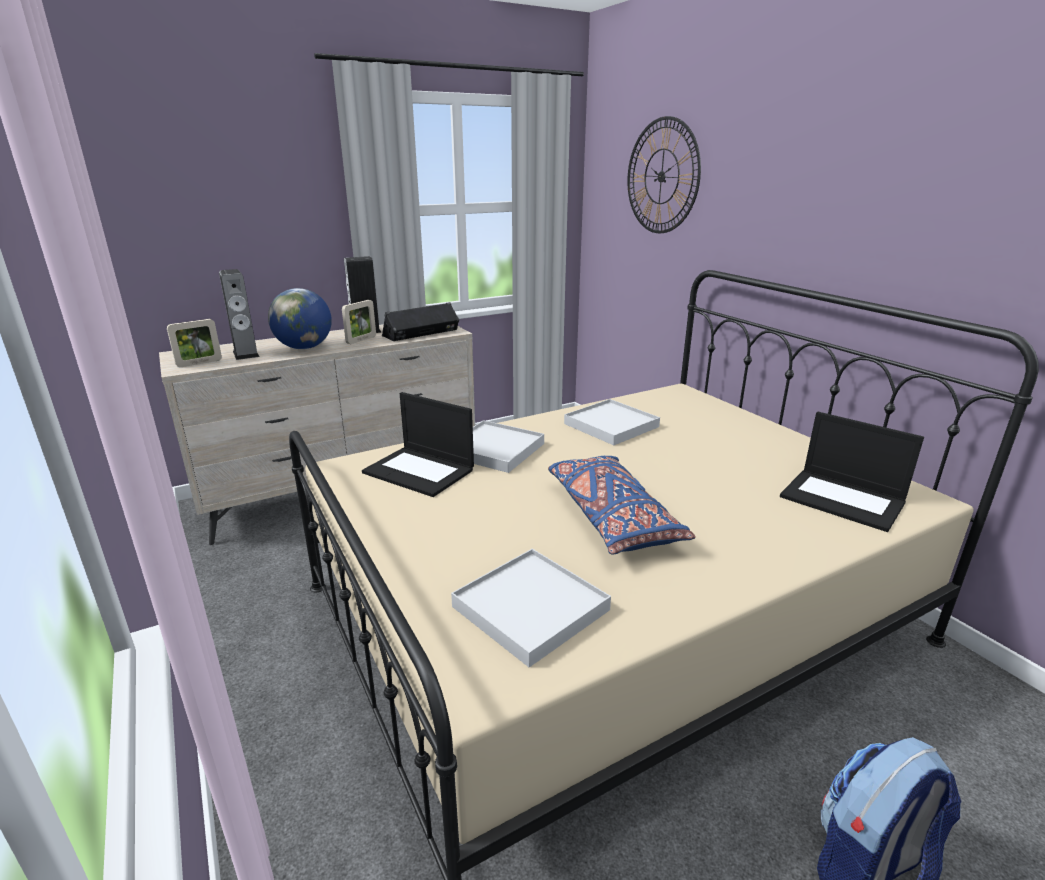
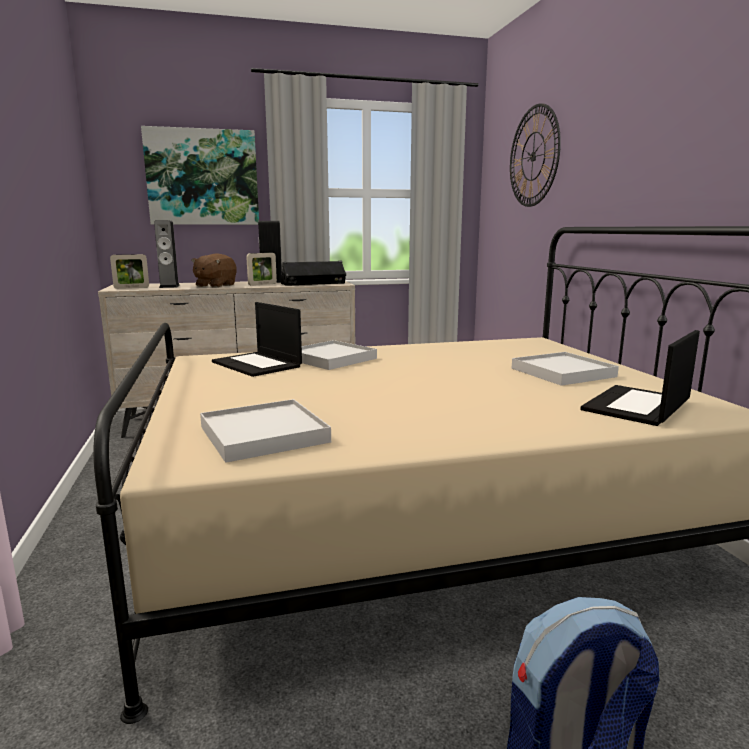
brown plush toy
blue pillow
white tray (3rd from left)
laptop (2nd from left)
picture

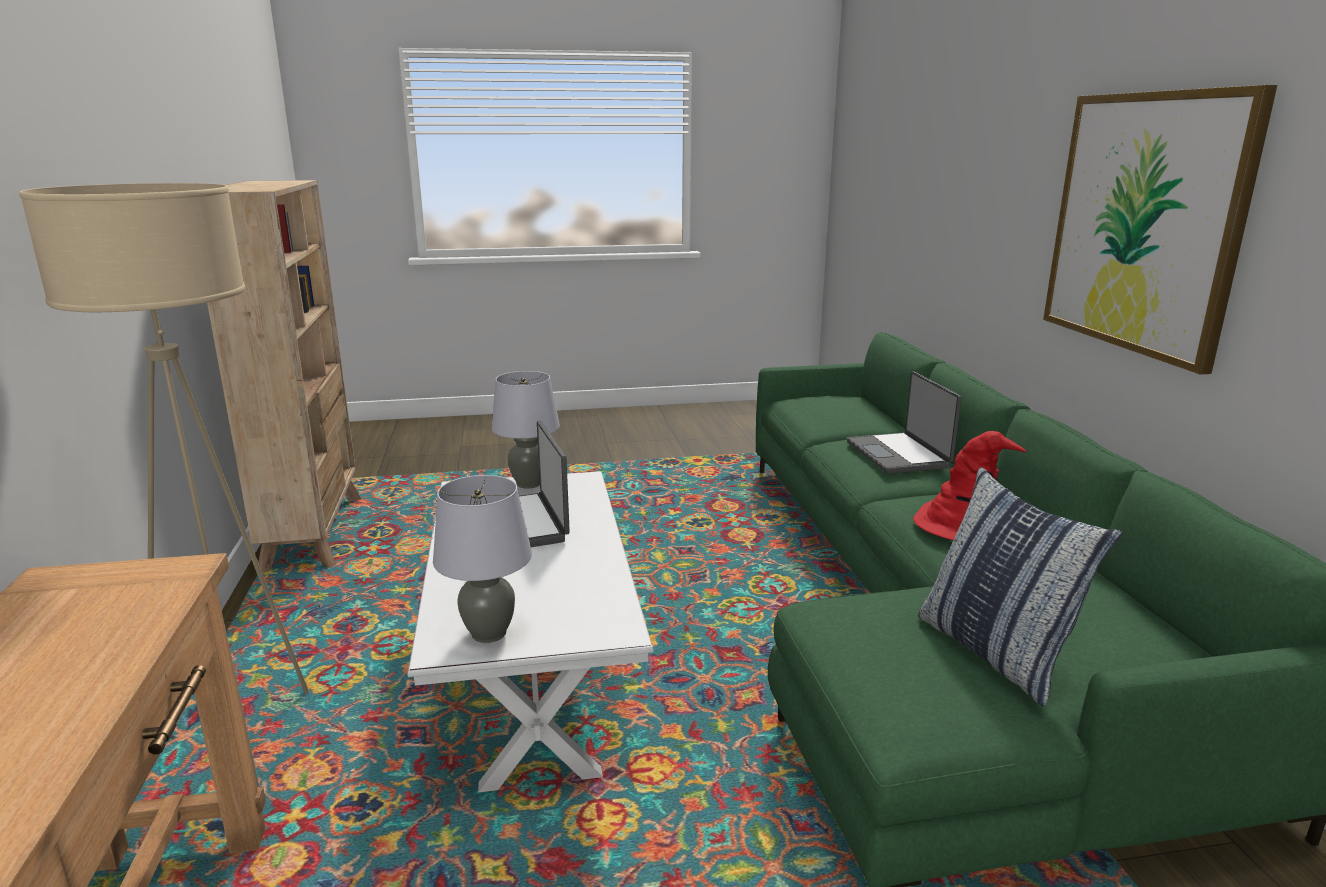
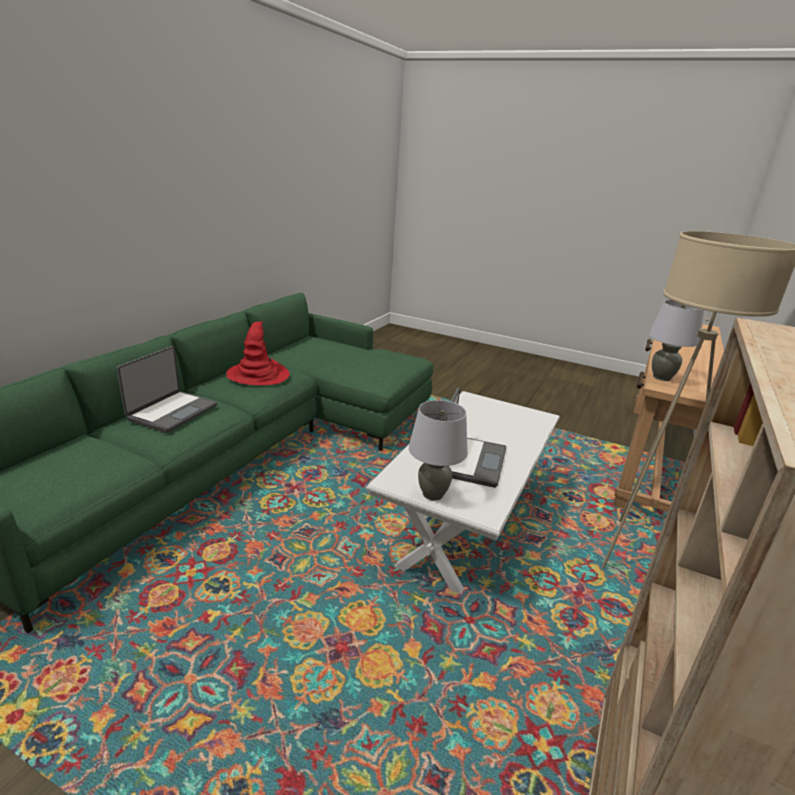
grey table lamp (2nd from left)
pillow
picture

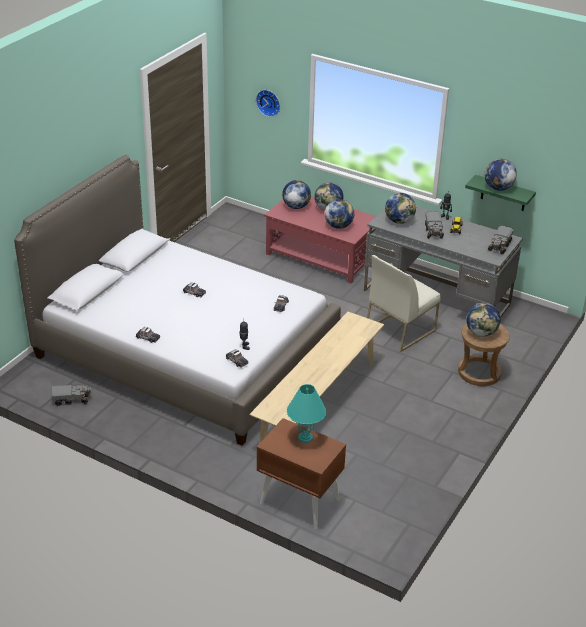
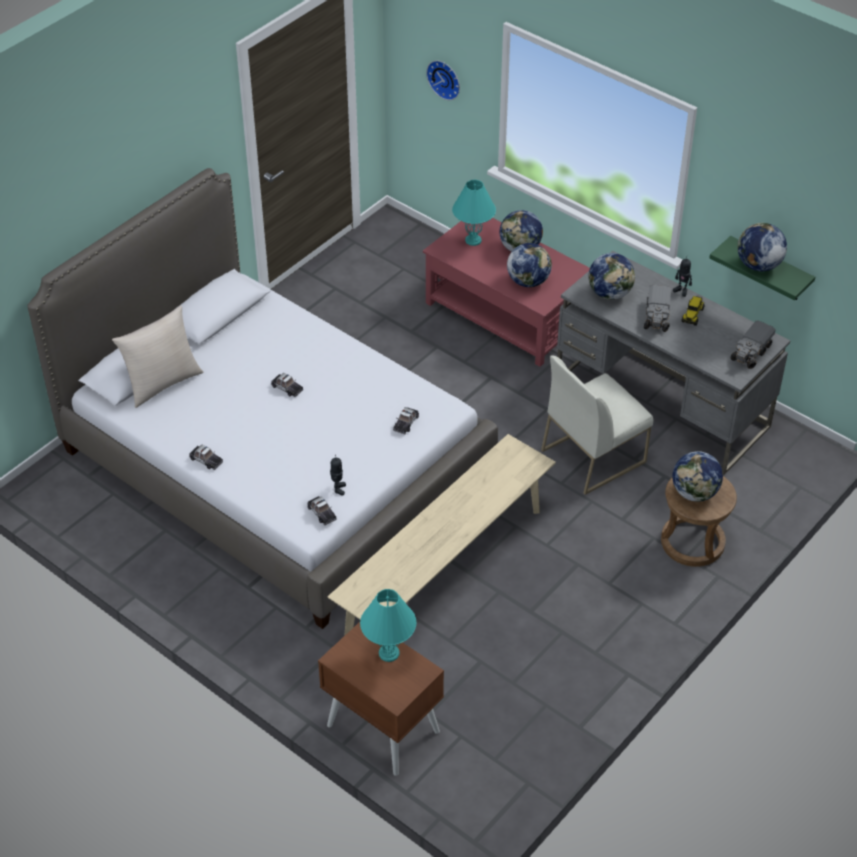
toy truck (1st from left in the first image)
turquoise table lamp (2nd from left)
beige pillow

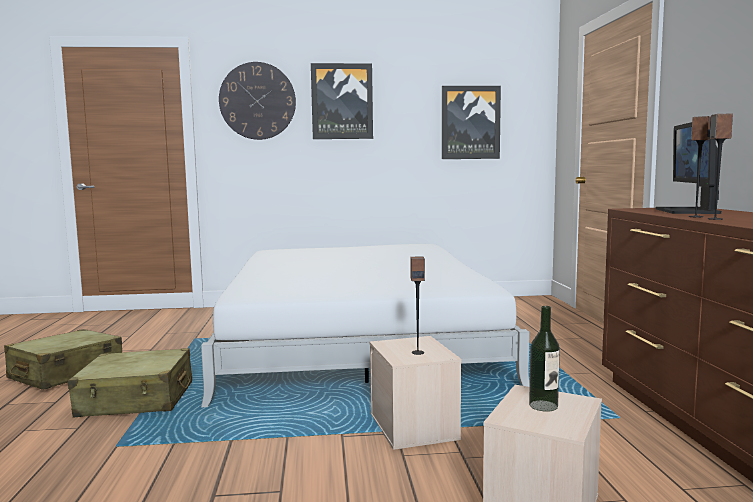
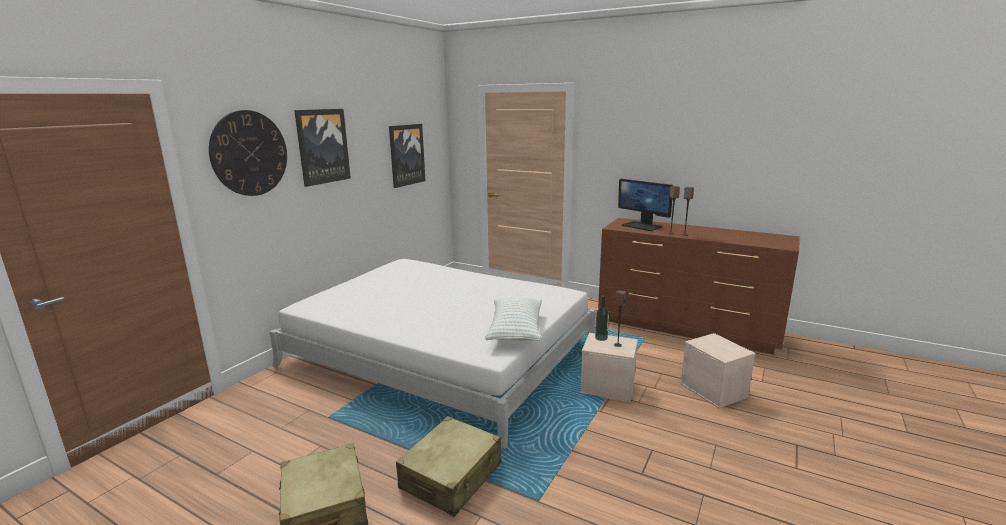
bottle
pillow

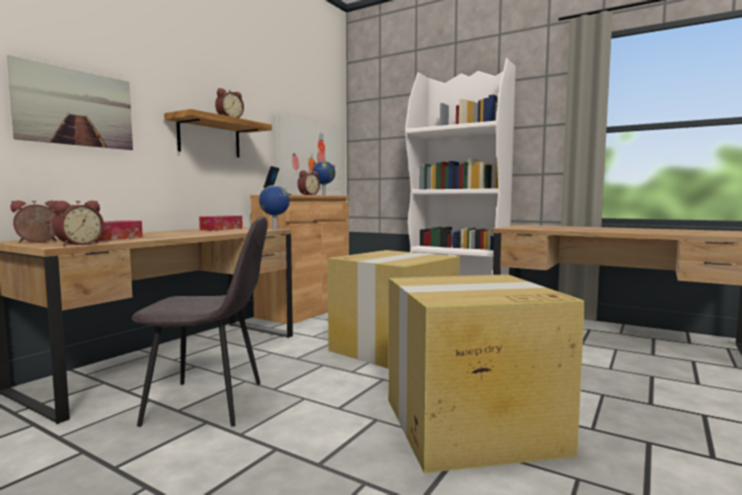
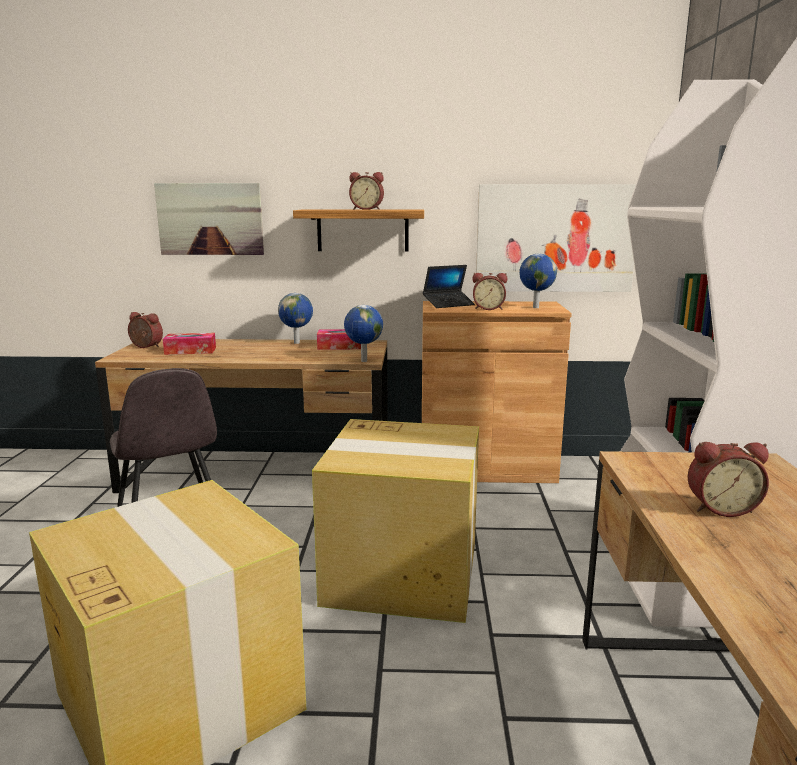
alarm clock (4th from left)
globe (1st from left)

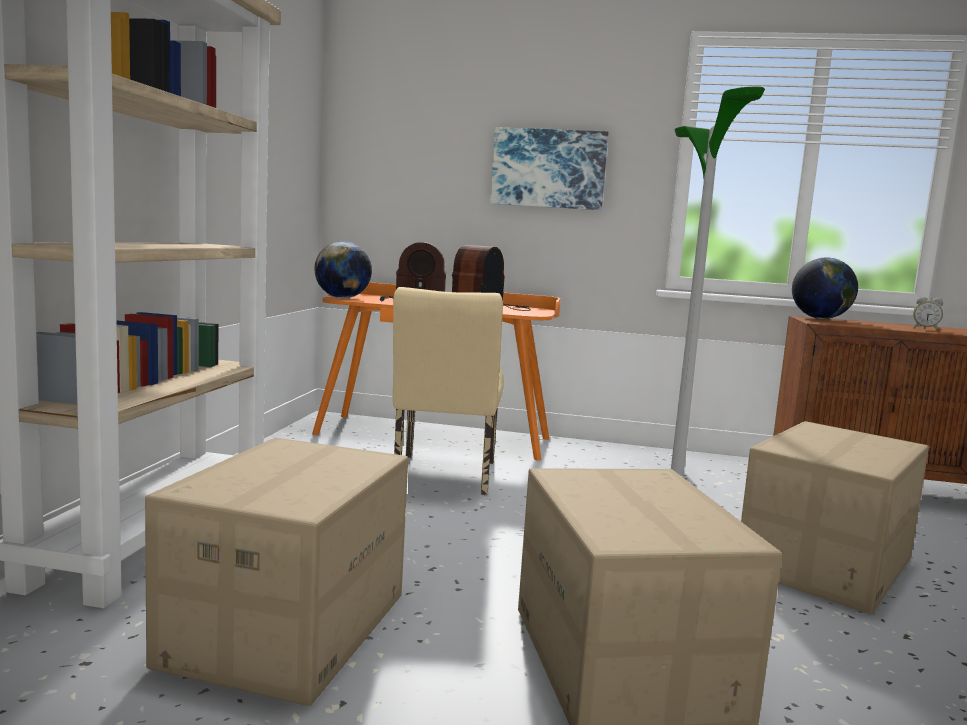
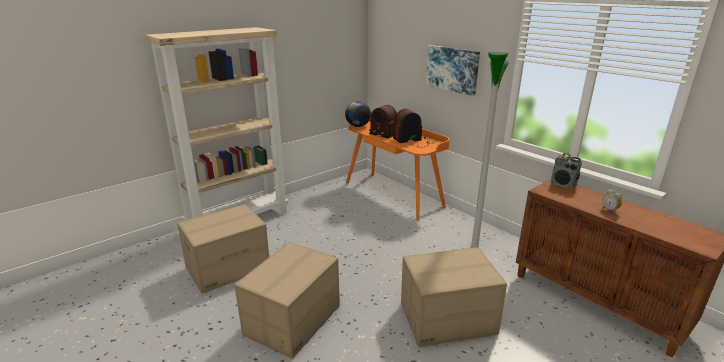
beige chair
radio (3rd from left)

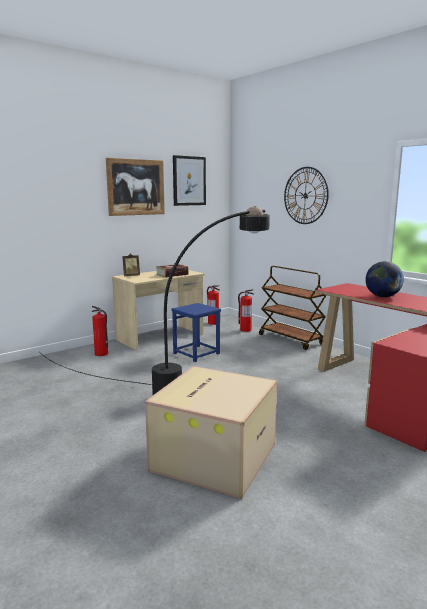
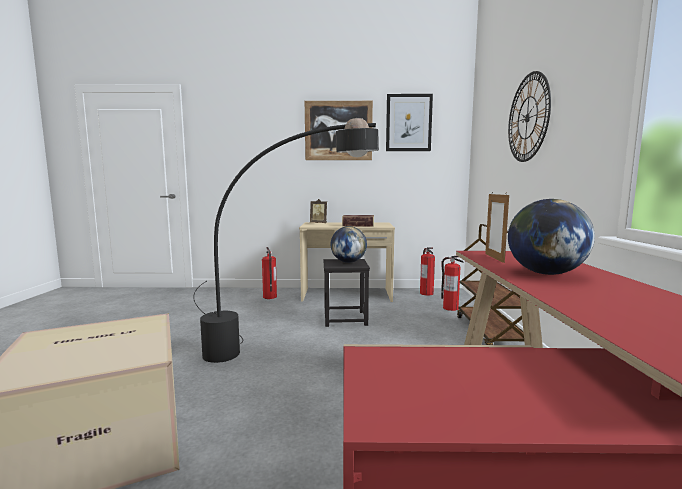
black stool
globe (1st from left)
picture frame (2nd from left)

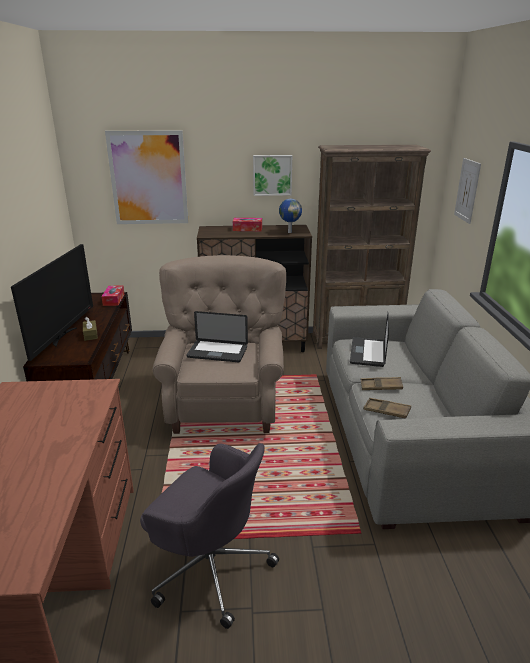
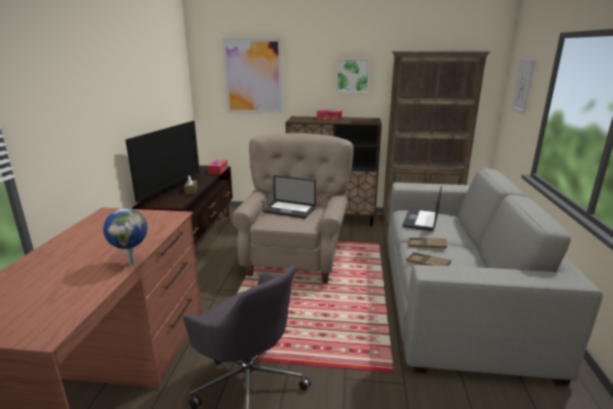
globe

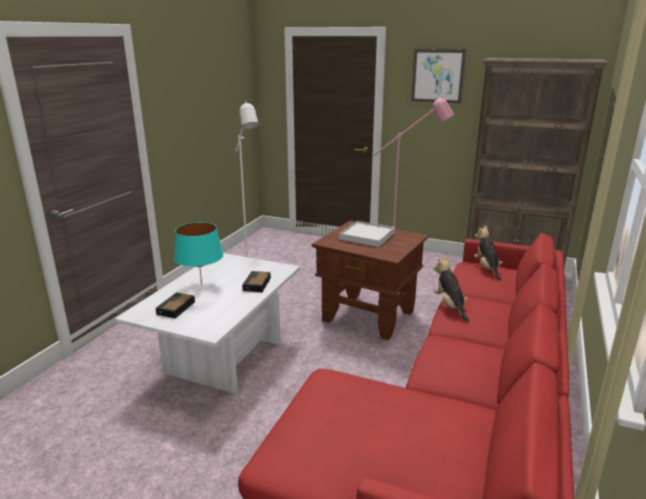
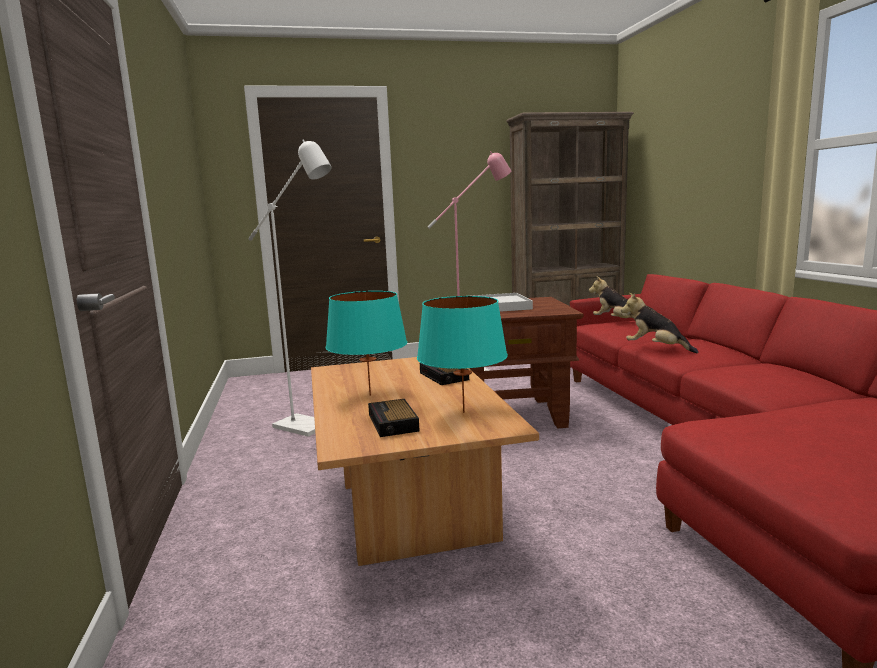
brown coffee table
picture
turquoise table lamp (2nd from left)

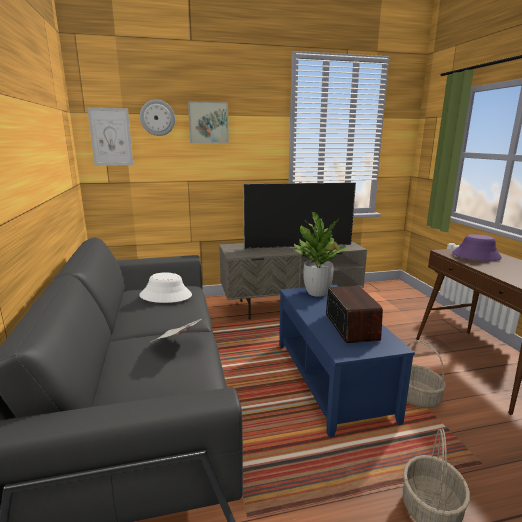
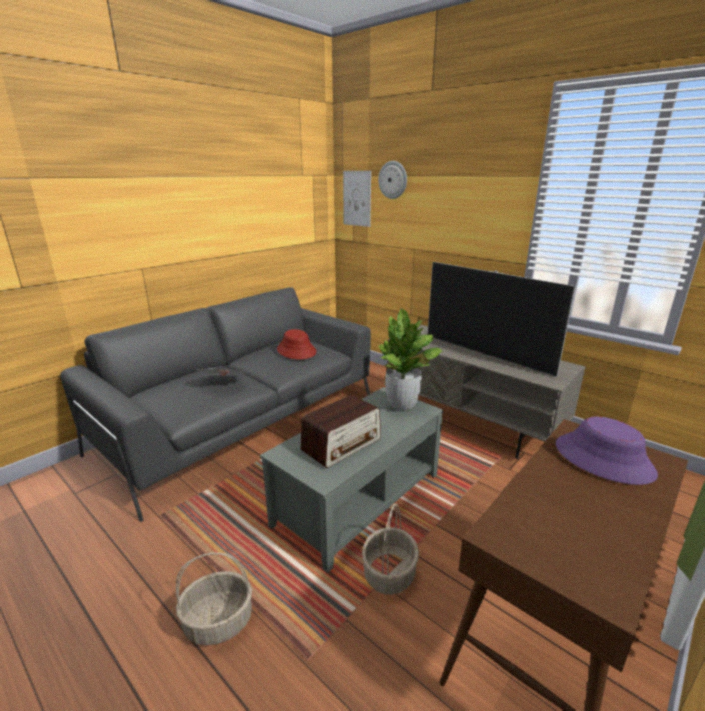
red hat
picture (2nd from left in the first image)
grey coffee table

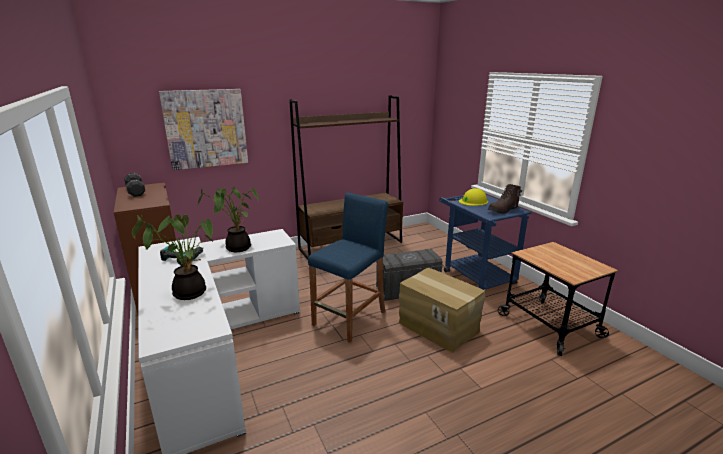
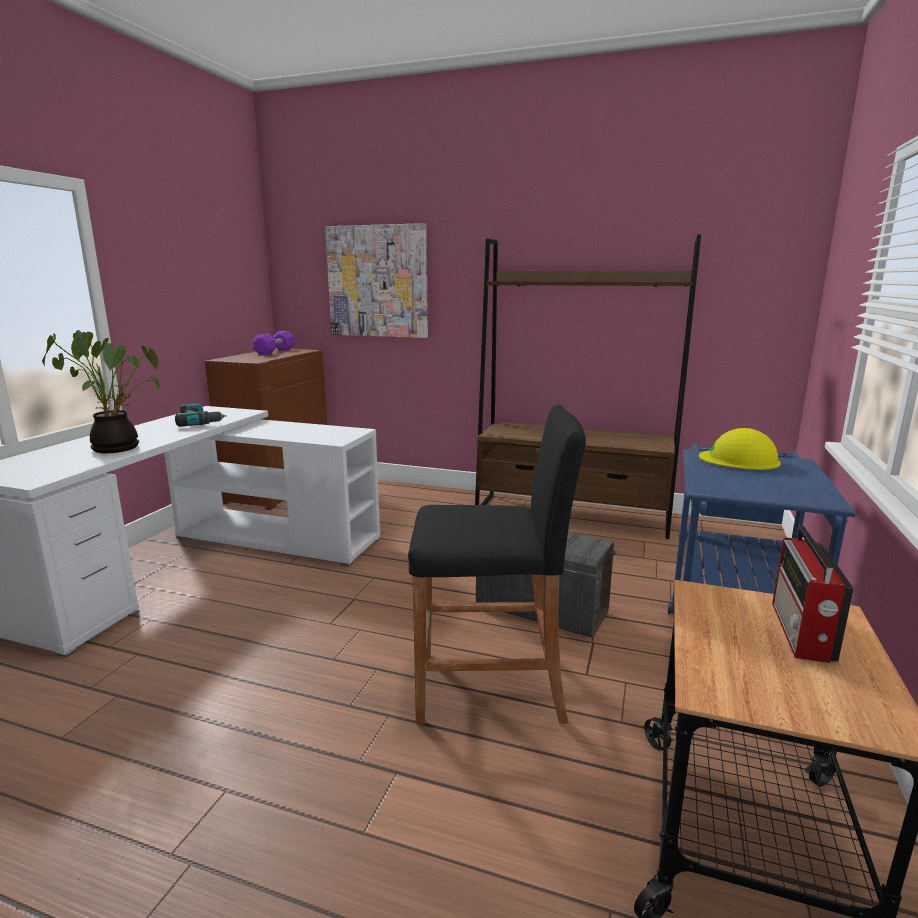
purple dumbbell
potted plant (2nd from left in the first image)
blue stool
black stool
brown boot
radio

